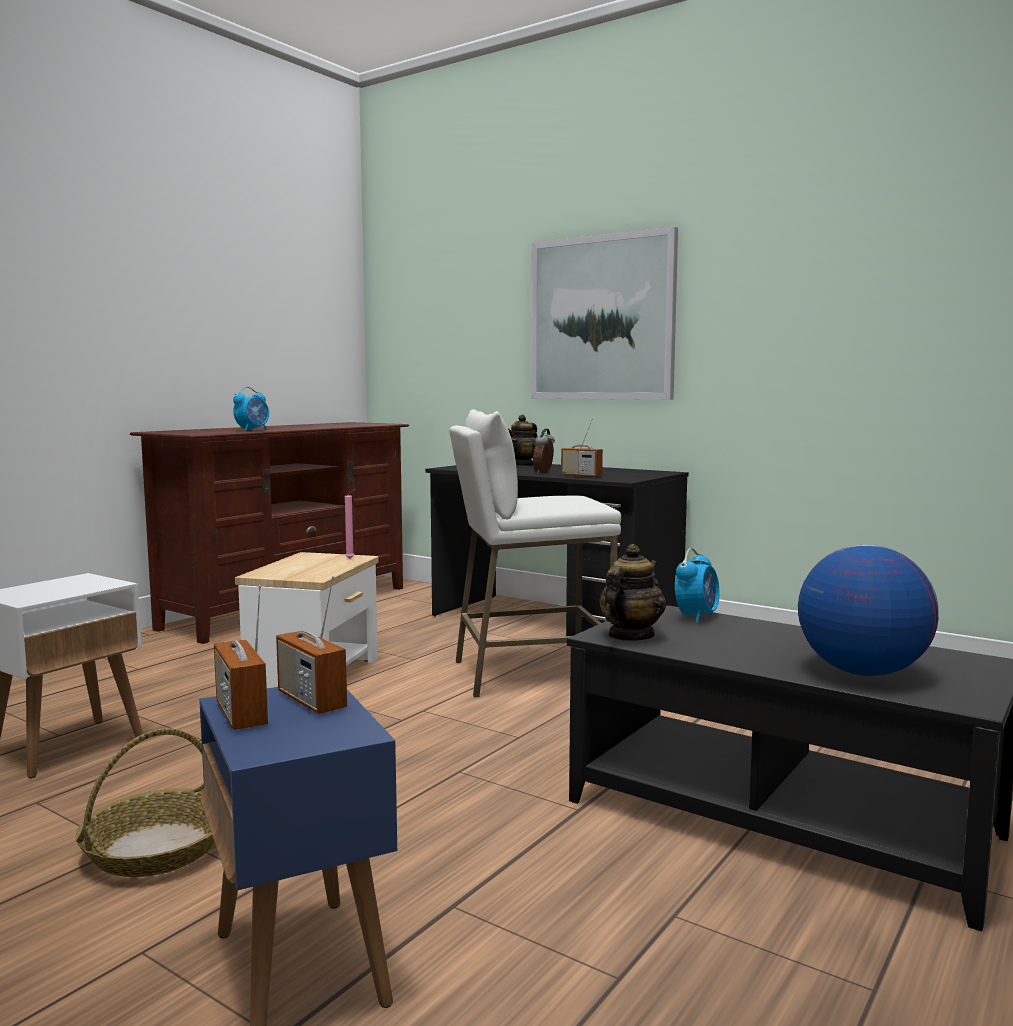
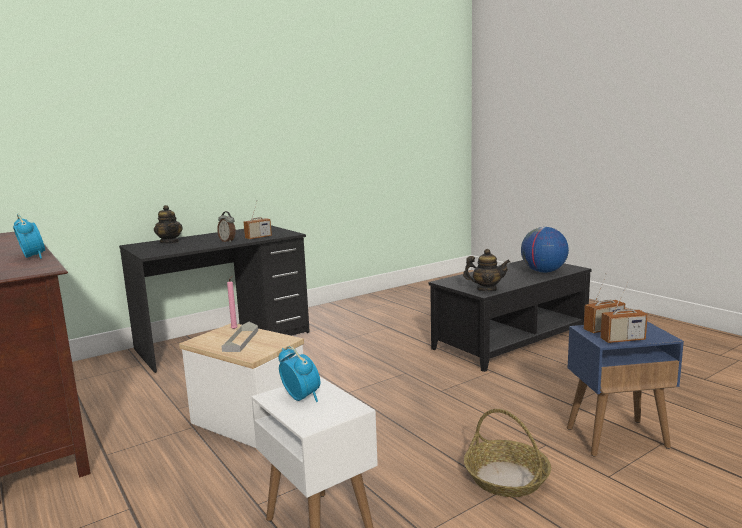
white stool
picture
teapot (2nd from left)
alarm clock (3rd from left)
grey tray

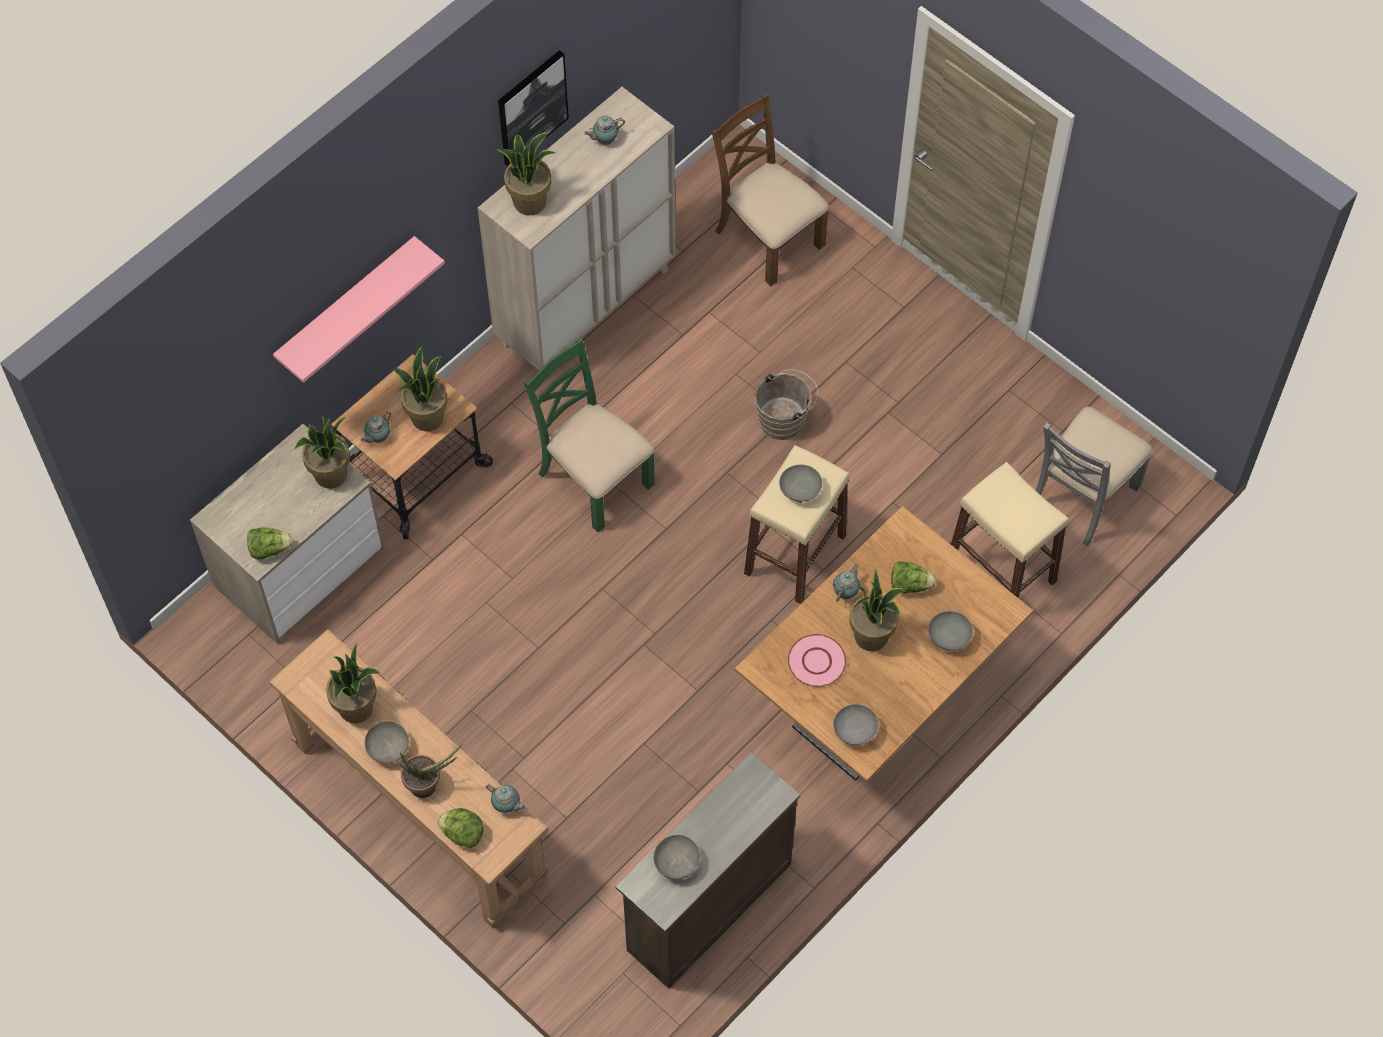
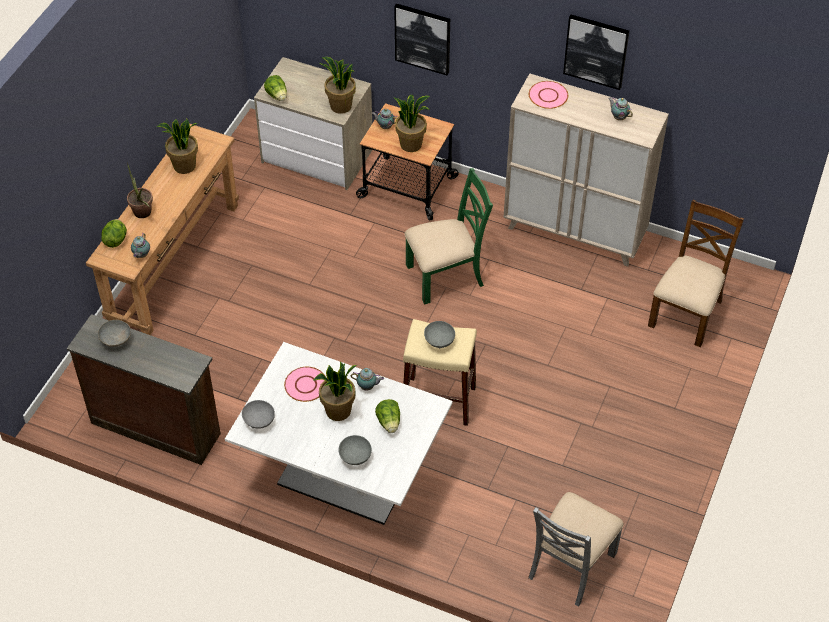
picture (1st from left)
grey bowl (1st from left in the first image)
pink plate (2nd from left)
green chair
white dining table
brown bucket
beige stool (2nd from left in the first image)
grey chair

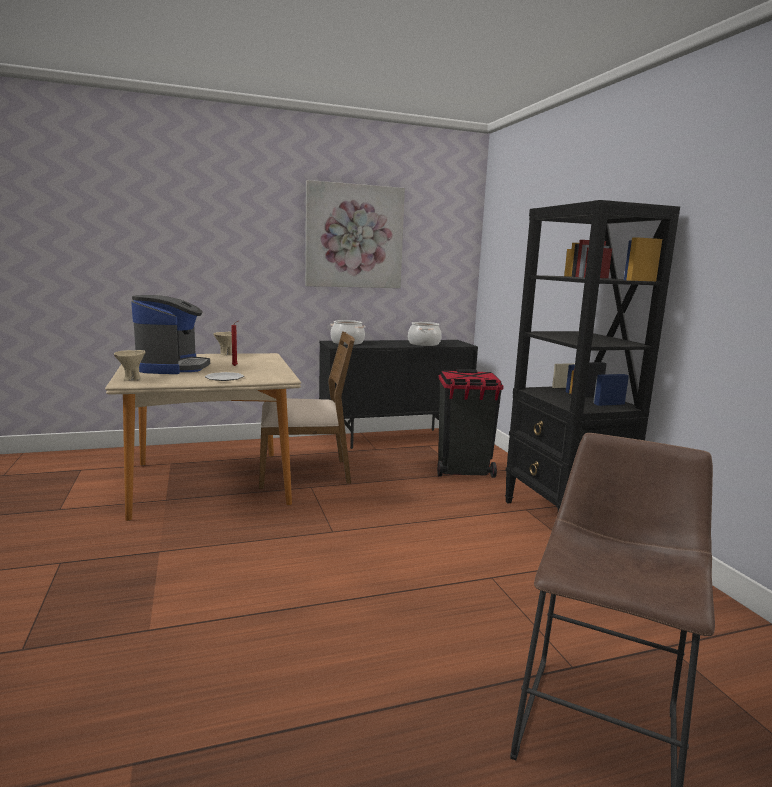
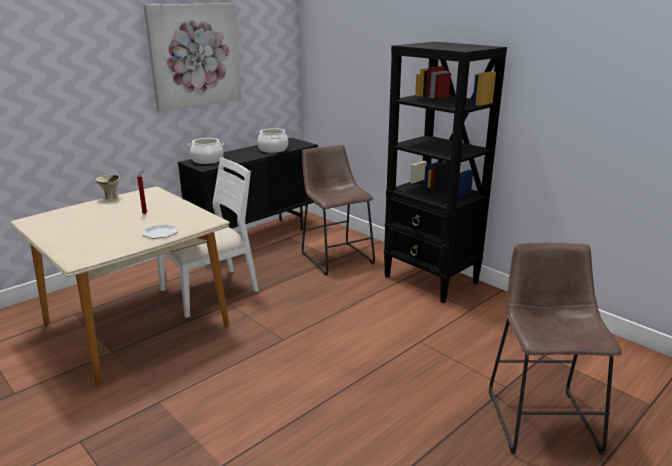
beige bowl (1st from left in the first image)
coffee machine
white chair
brown stool (1st from left)

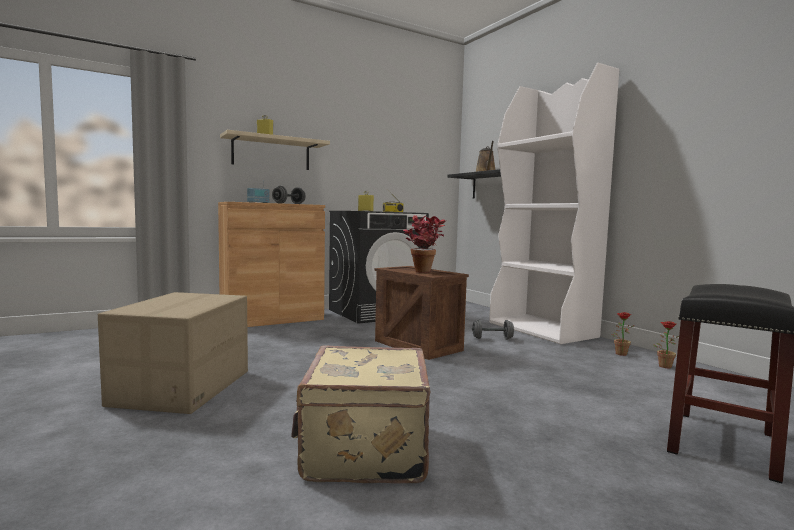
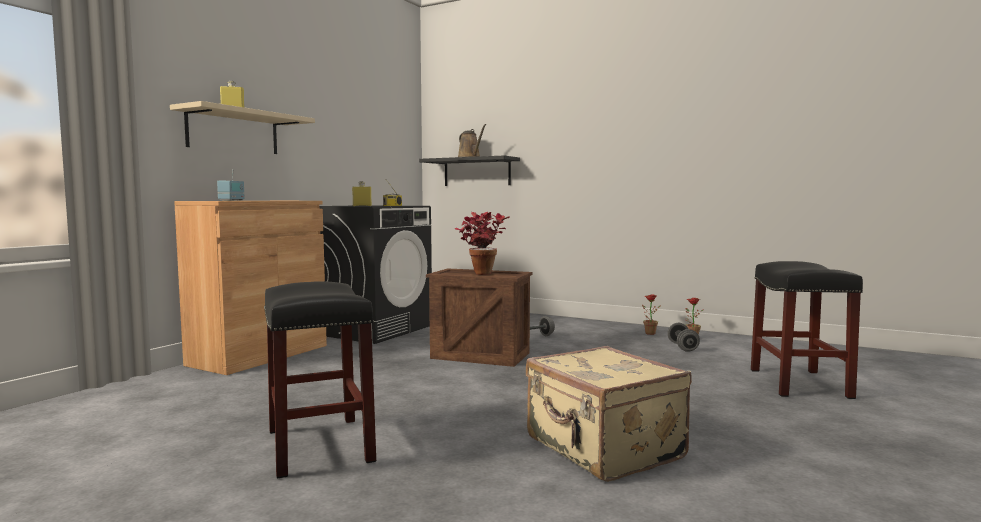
black stool (1st from left)
grey dumbbell (2nd from left)
white bookcase

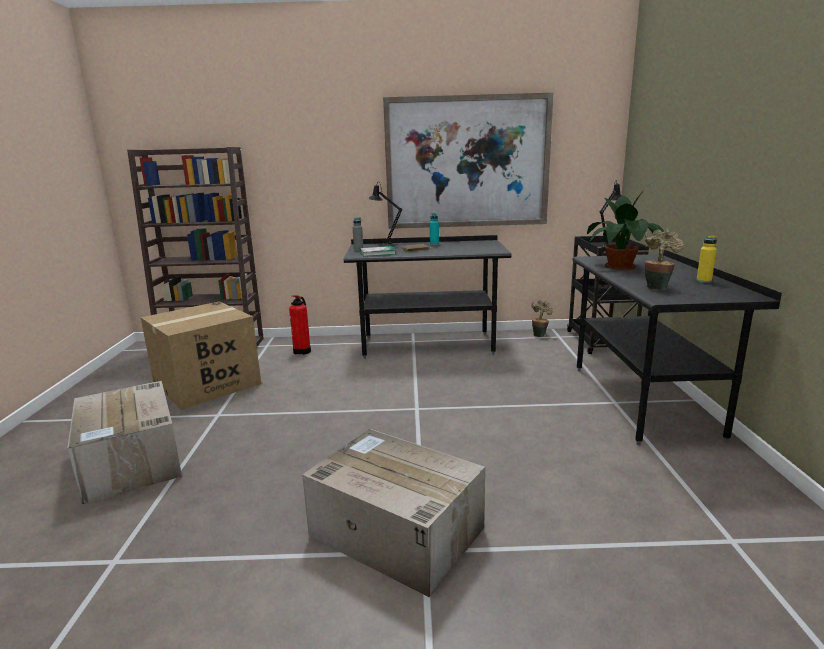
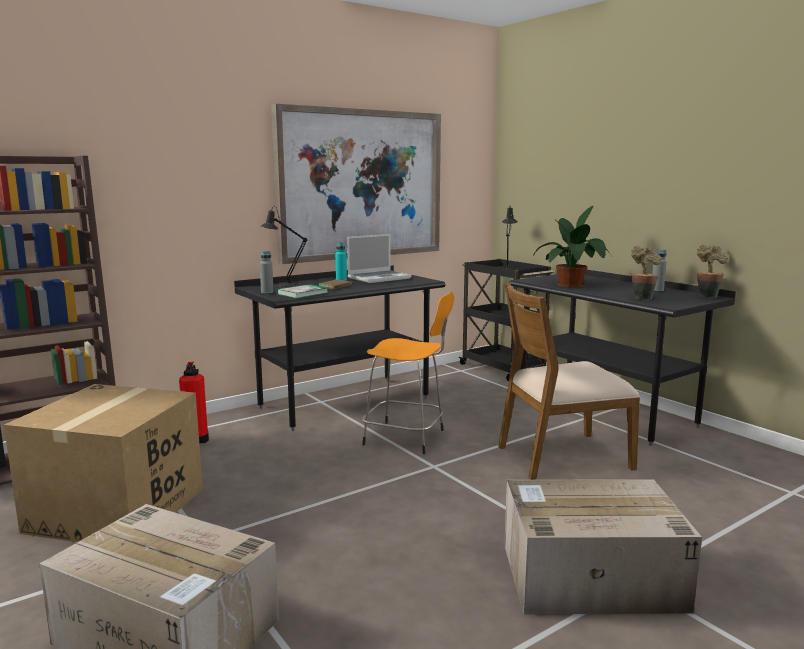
potted plant (3rd from left)
grey bottle (2nd from left)
laptop
orange stool
brown chair

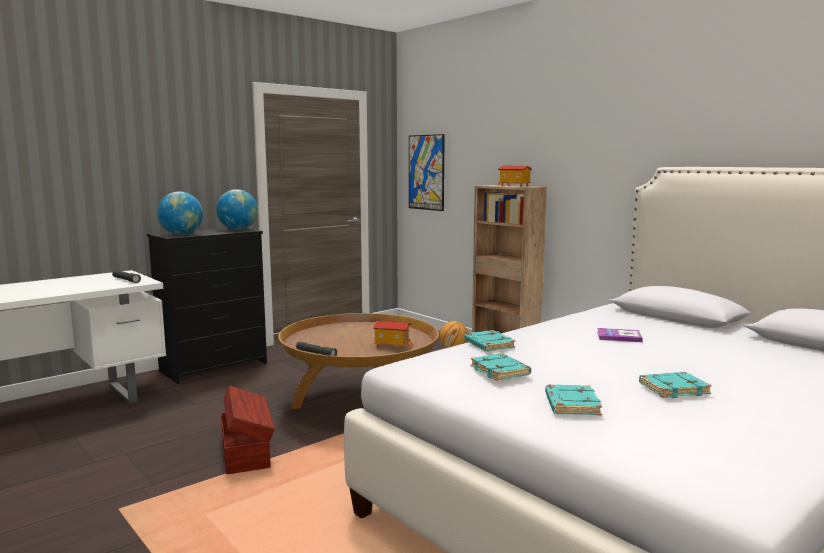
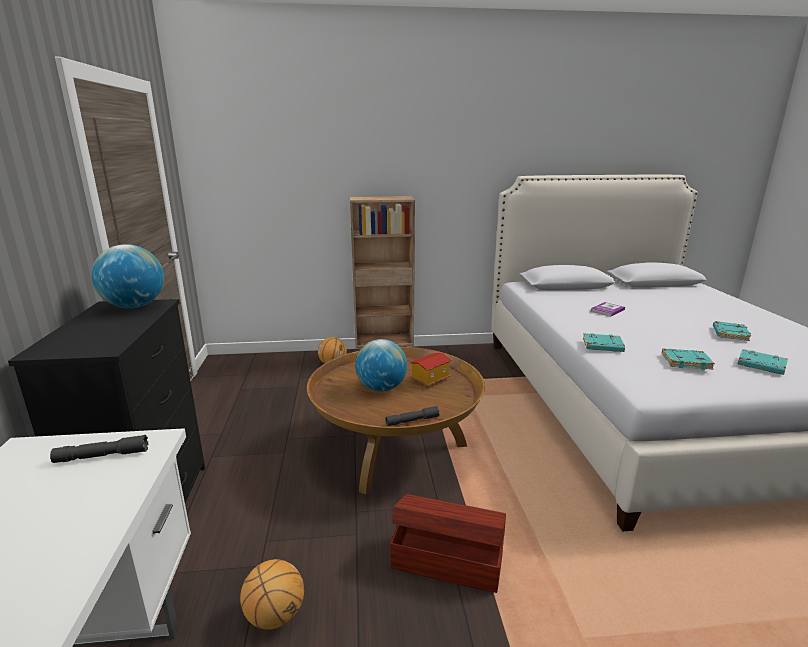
globe (2nd from left)
picture
toy house (2nd from left in the first image)
basketball (1st from left)

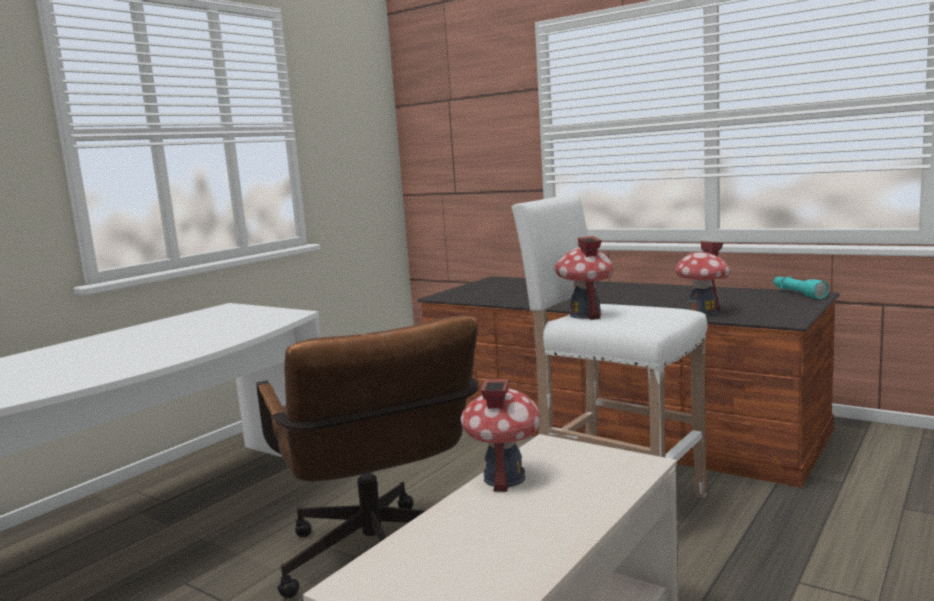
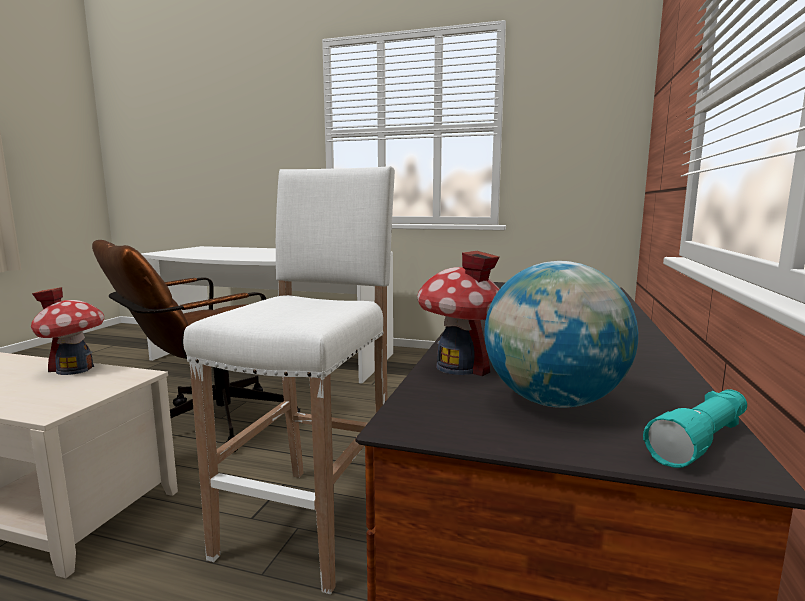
toy house (2nd from left in the first image)
globe

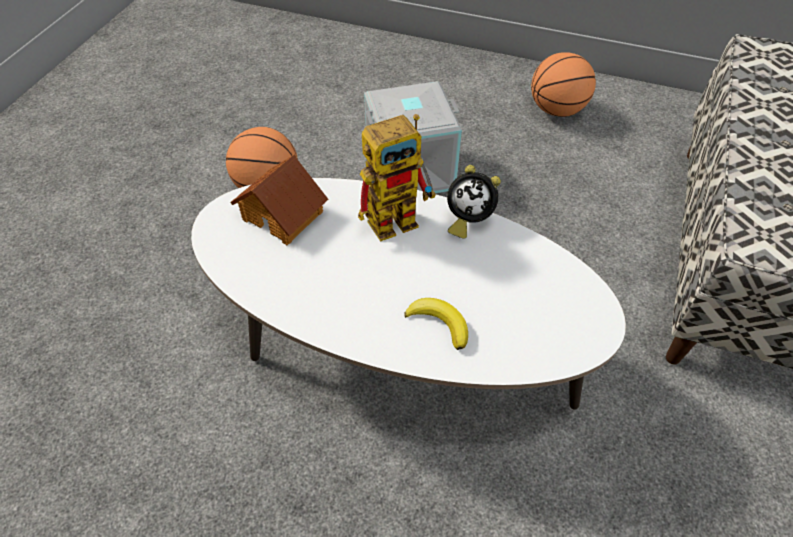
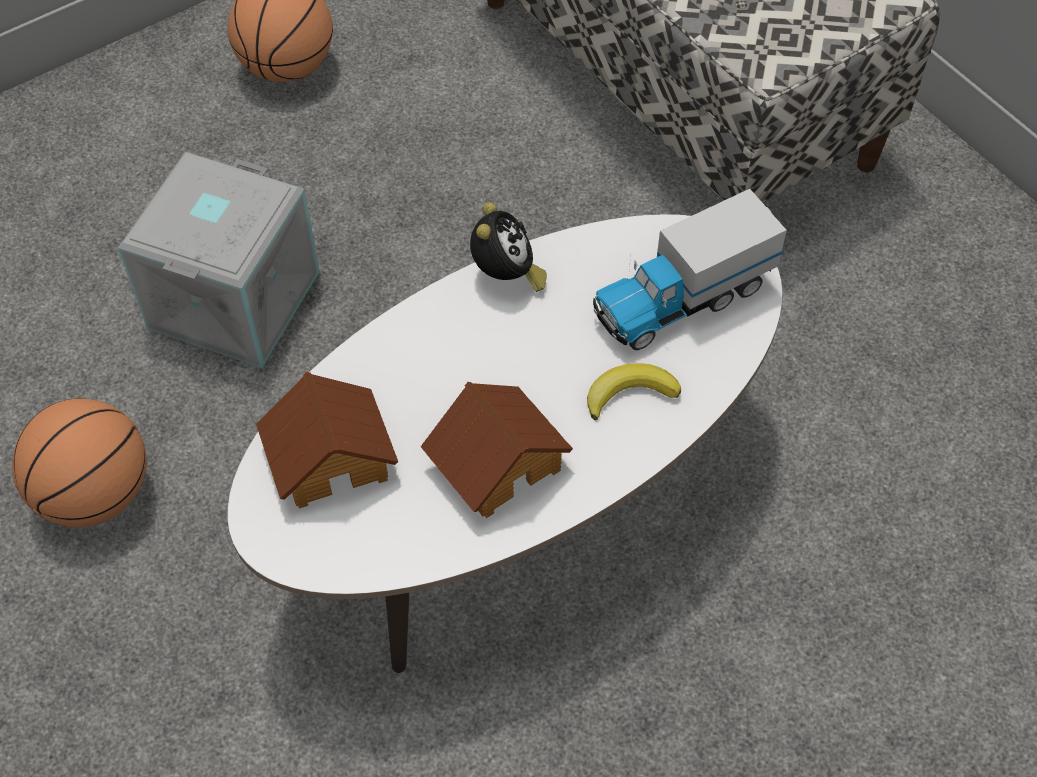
toy robot
alarm clock
toy house (2nd from left)
toy truck

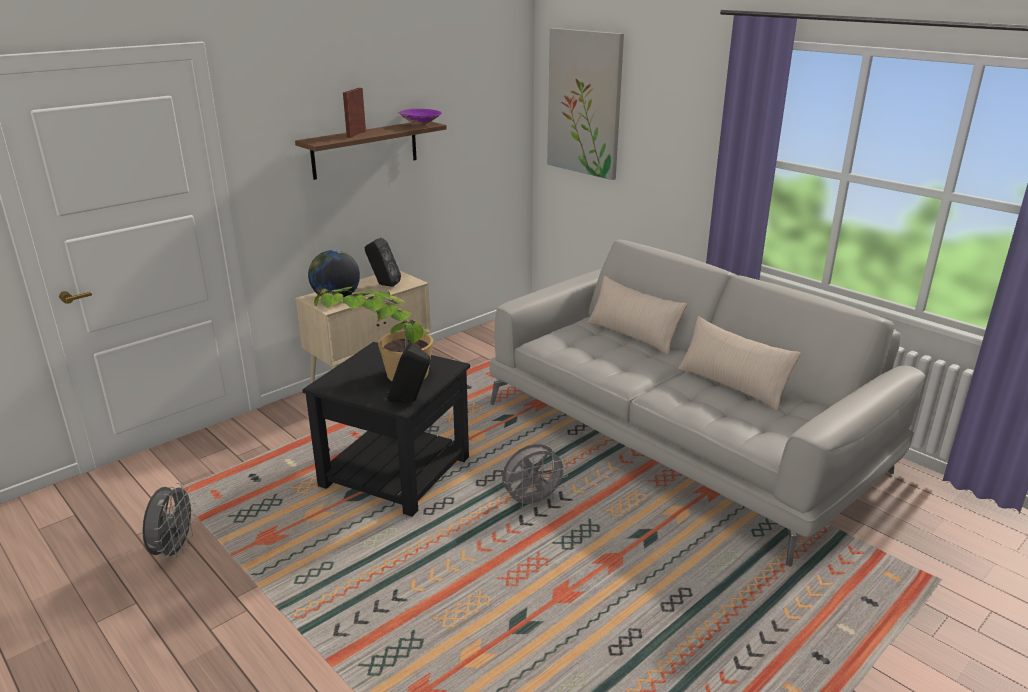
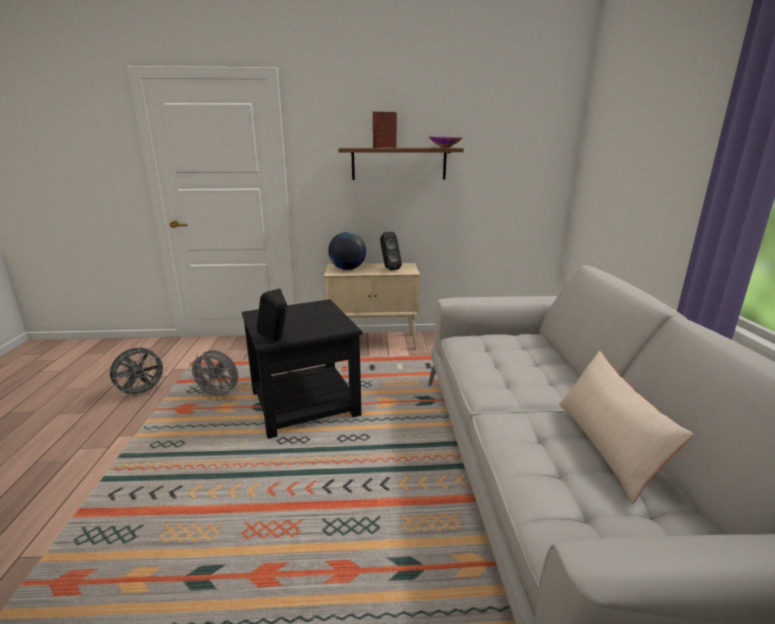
potted plant
grey fan (2nd from left)
picture
beige pillow (1st from left in the first image)

